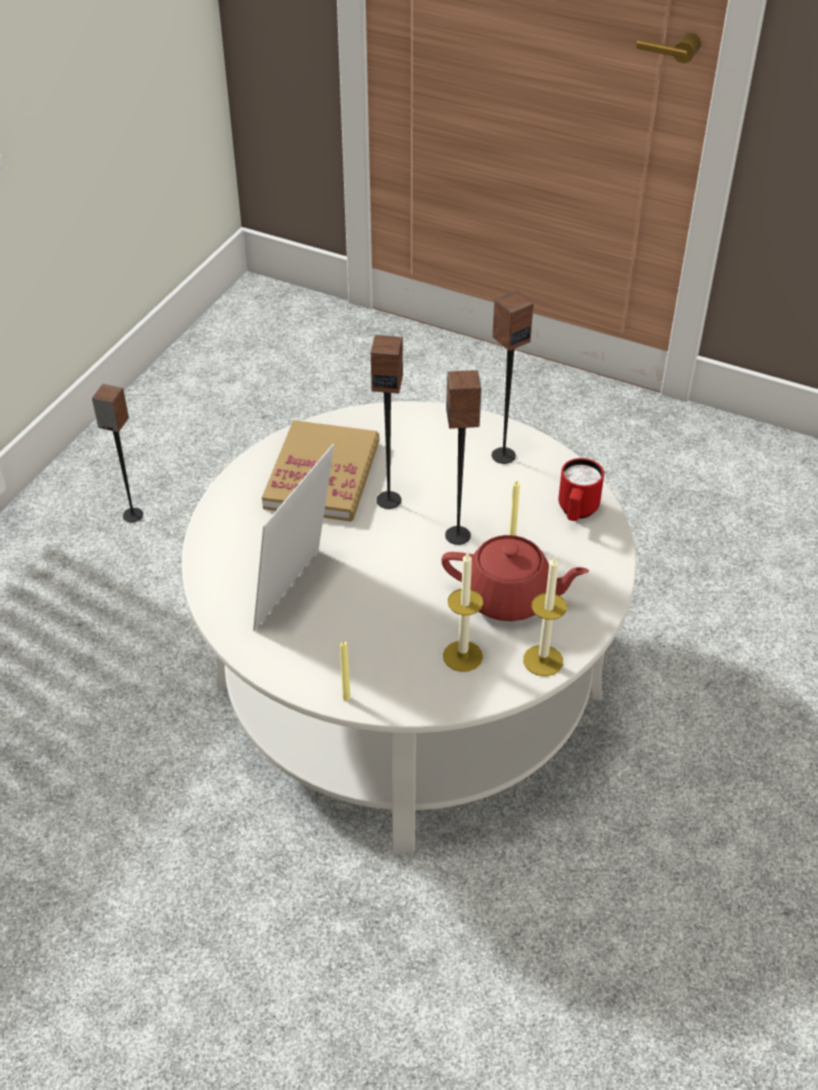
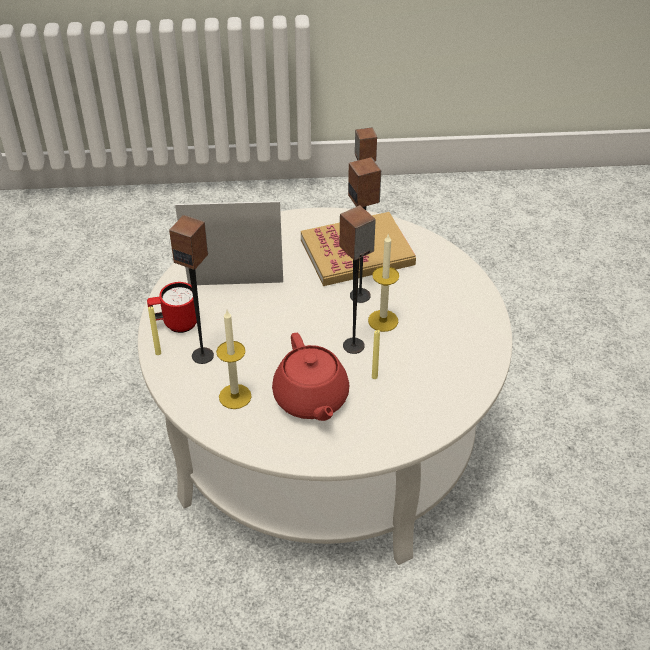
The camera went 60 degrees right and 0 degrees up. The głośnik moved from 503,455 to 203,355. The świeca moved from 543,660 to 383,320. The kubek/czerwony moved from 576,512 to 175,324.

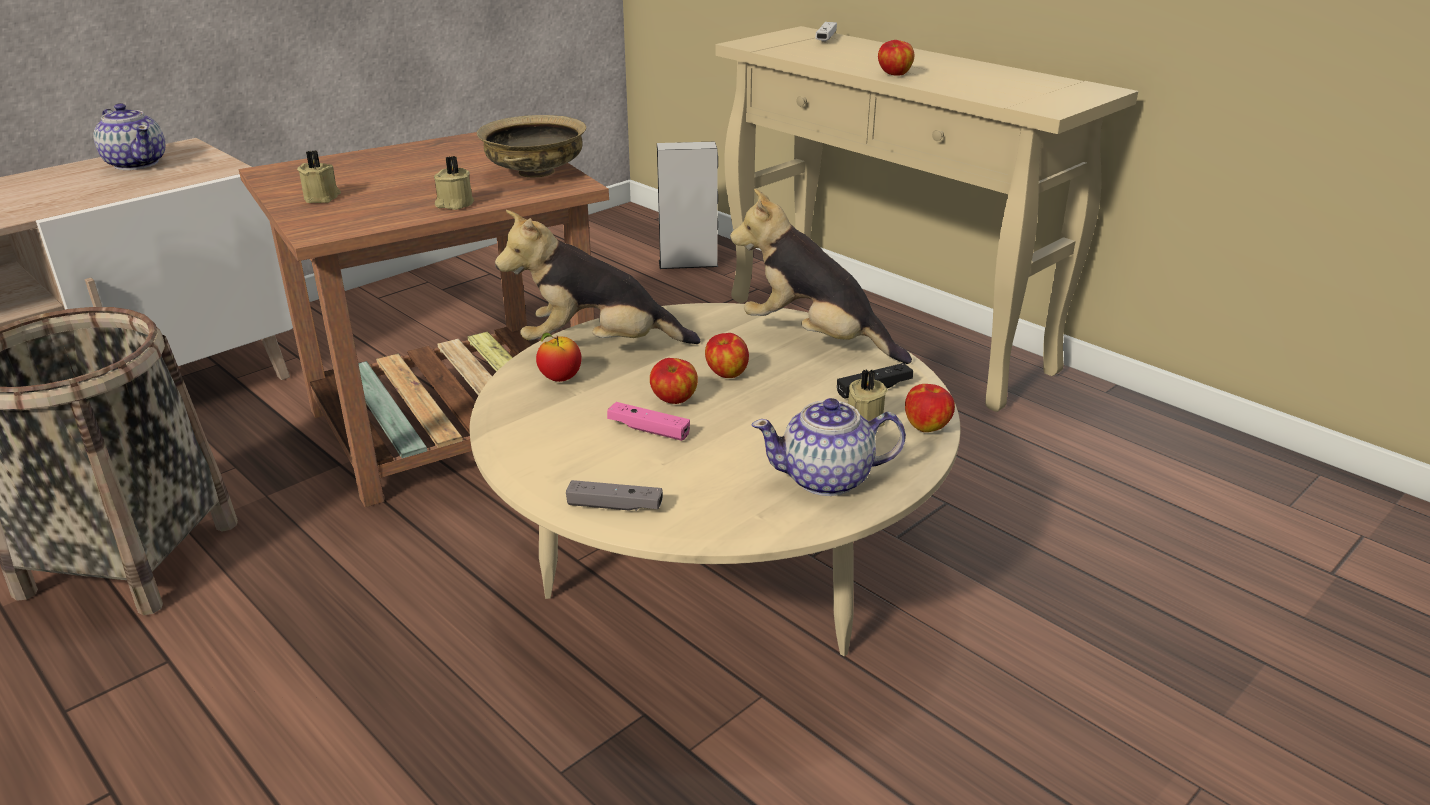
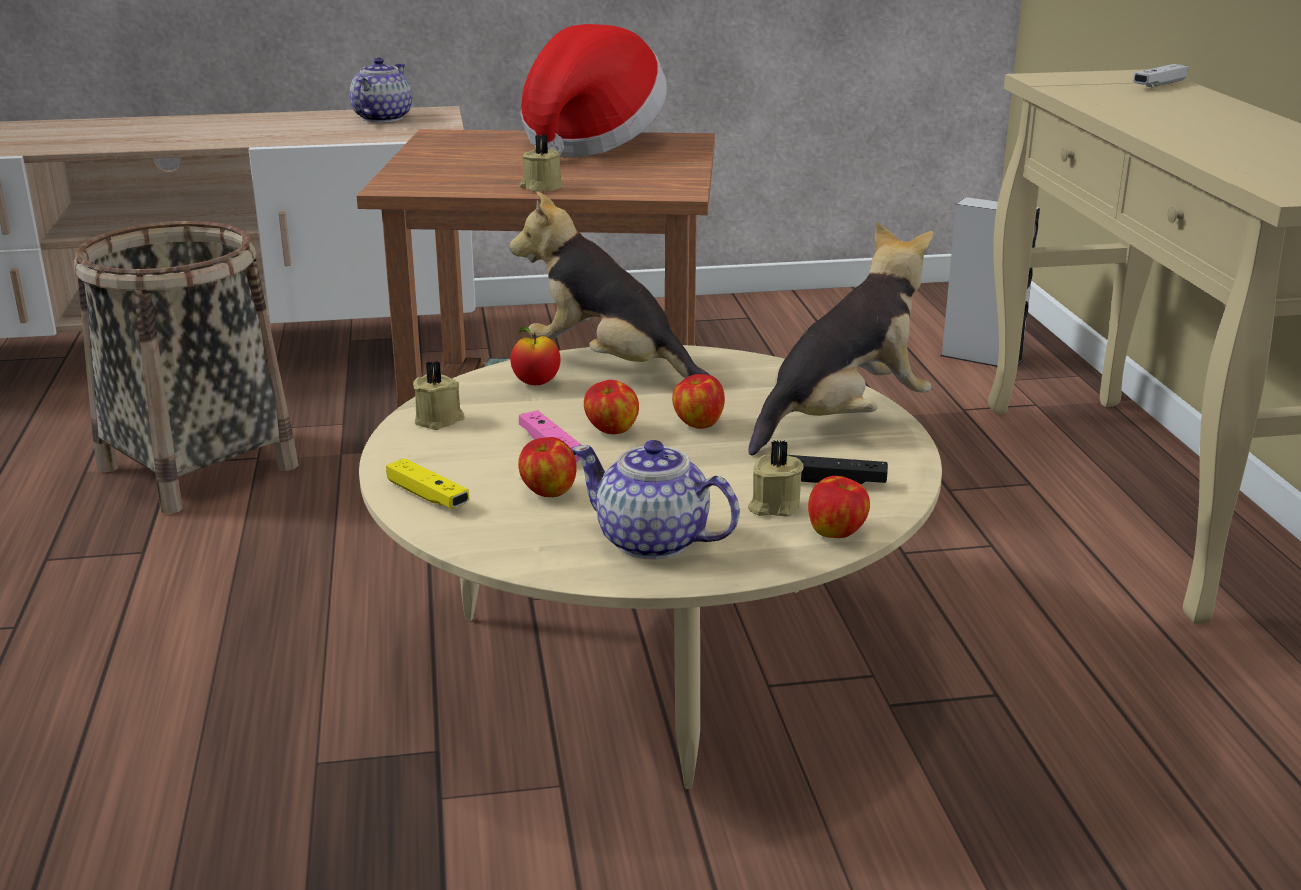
The camera went 35 degrees right and 5 degrees down. The miska/beżowy at 535,172 disappeared. The kapelusz at 590,144 appeared. The świeca/beżowy moved from 322,197 to 440,420. The jabłko moved from 894,74 to 548,492. The pad do gier/szary at 615,506 became the pad do gier/żółty at 428,496. The imbryk at 136,163 turned 150 degrees counterclockwise. The pluszak at 815,339 turned 75 degrees clockwise.

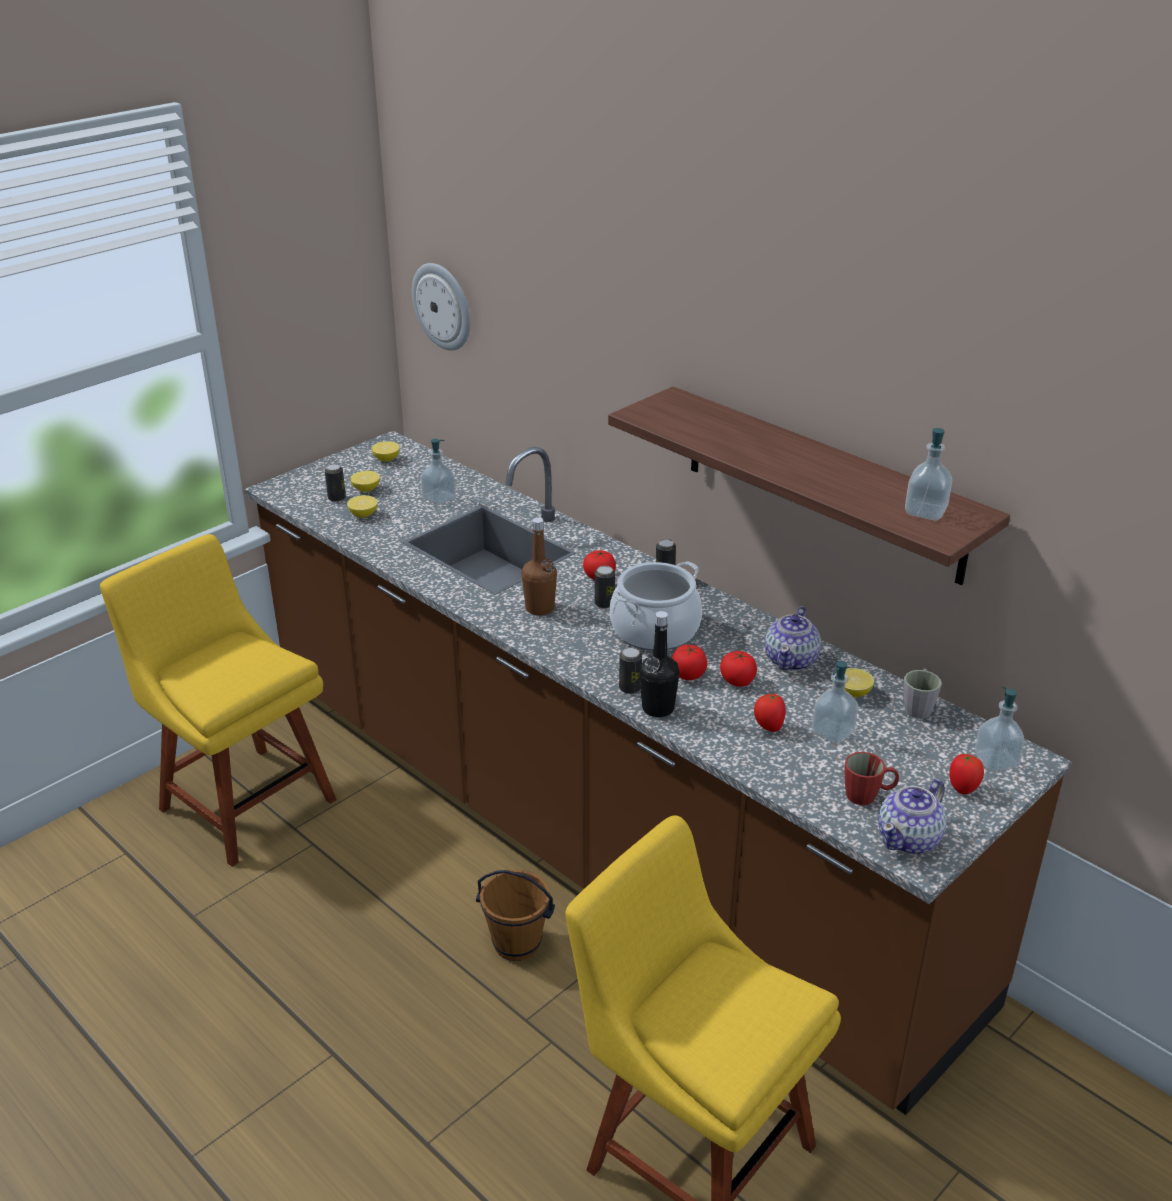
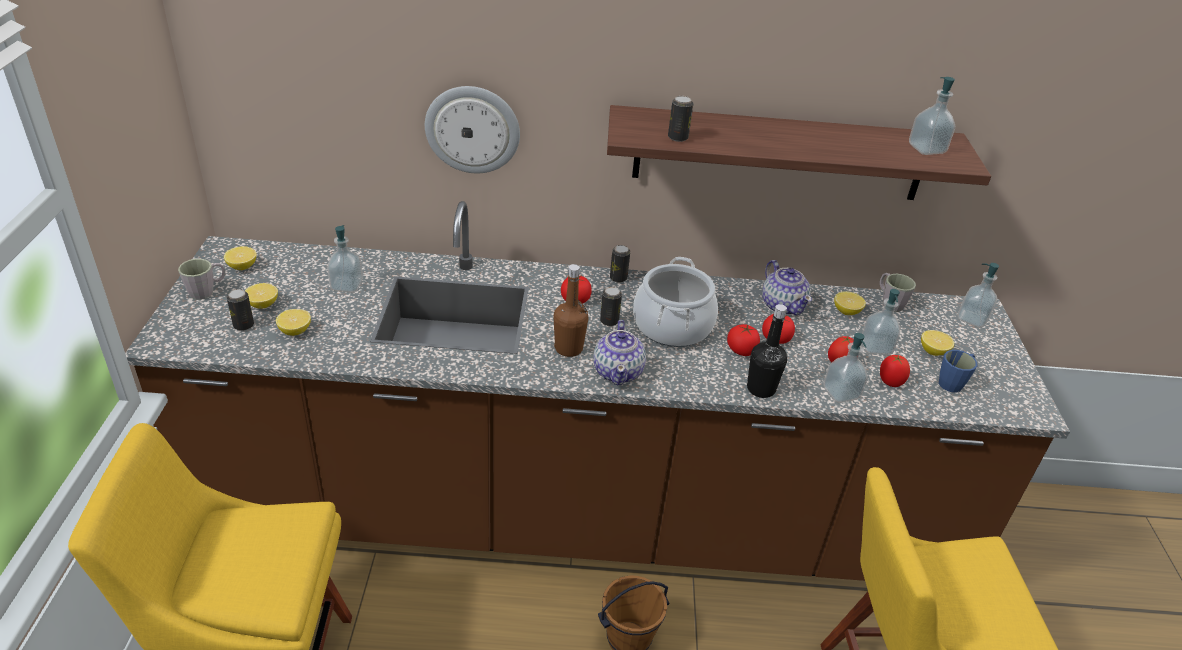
The camera went 45 degrees left and 5 degrees up. The kubek/szary at 207,291 appeared. The dozownik mydła at 841,393 appeared. The cytryna at 933,351 appeared. The zegar ścienny moved from 443,306 to 472,129. The puszka moved from 630,688 to 678,137. The imbryk moved from 910,839 to 618,372. The pomidor moved from 963,788 to 890,382. The kubek/czerwony at 868,796 became the kubek/niebieski at 953,382.

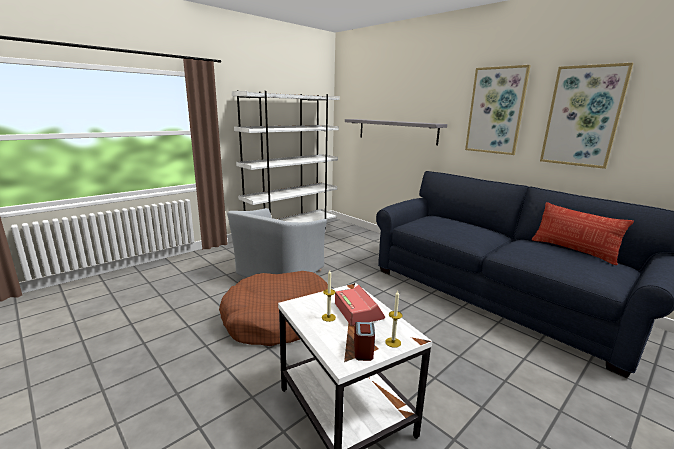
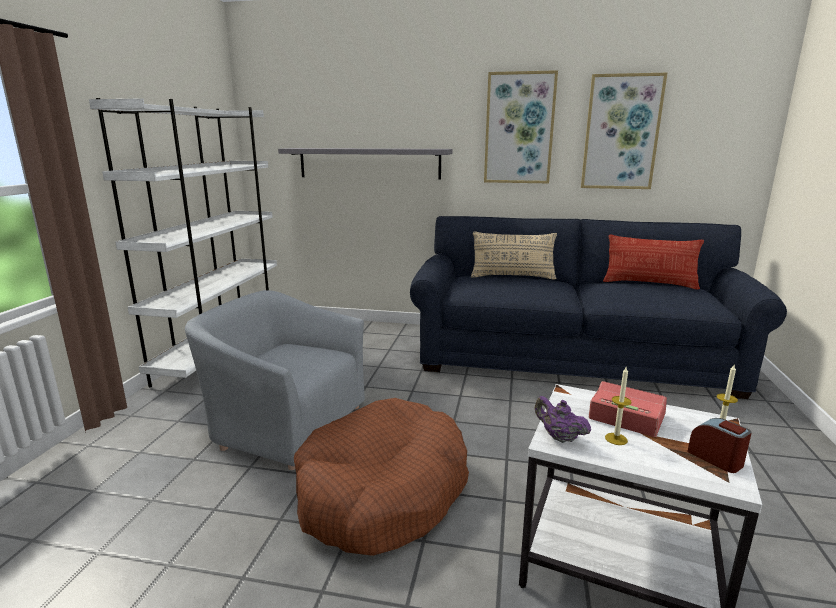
The camera went 35 degrees left and 0 degrees up. The poduszka/beżowy at 512,277 appeared. The imbryk/fioletowy at 559,437 appeared. The fotel/szary at 277,273 turned 120 degrees clockwise.

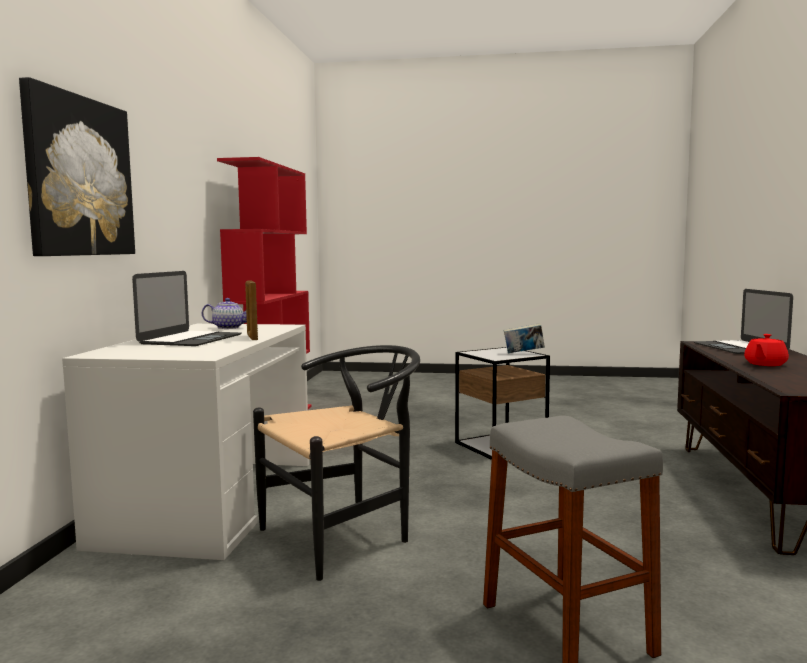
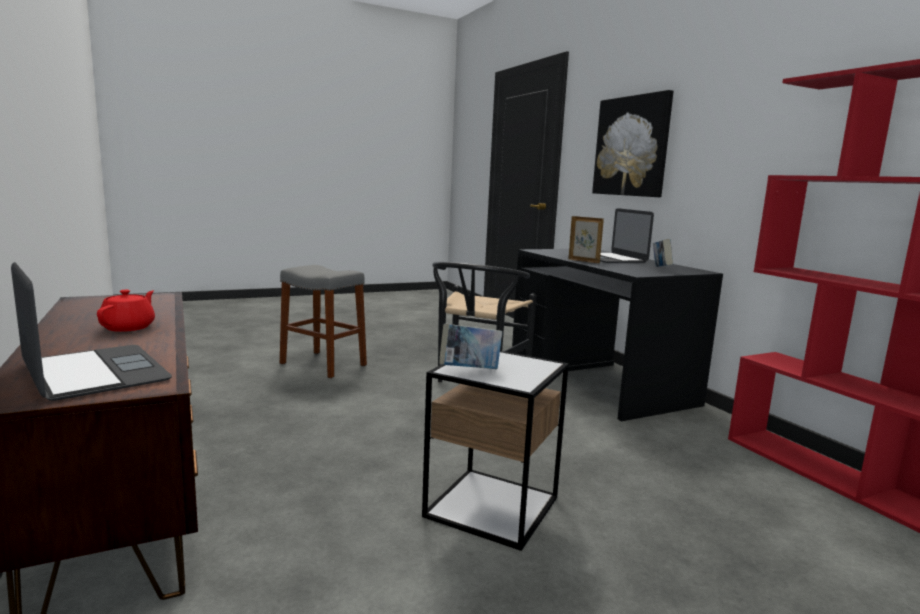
The camera went 145 degrees right and 5 degrees up. The imbryk at 229,327 was replaced by the książka at 660,269. The biurko/biały at 211,500 became the biurko/czarny at 598,380.

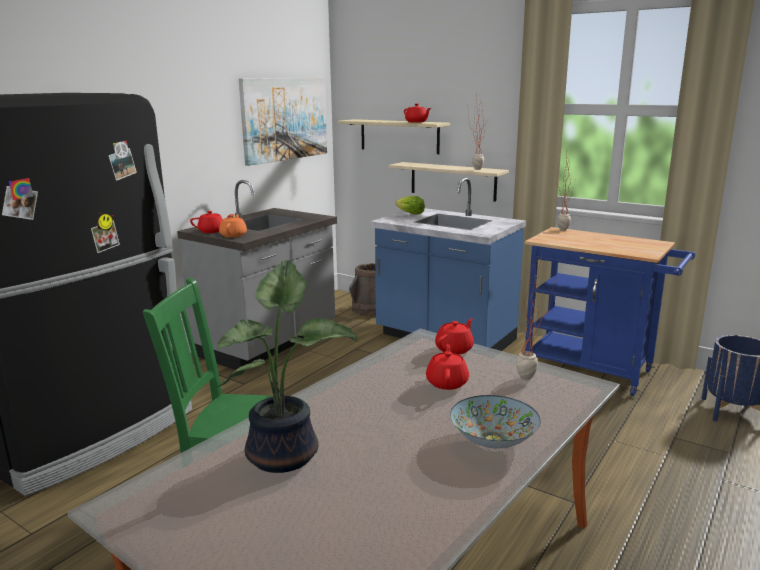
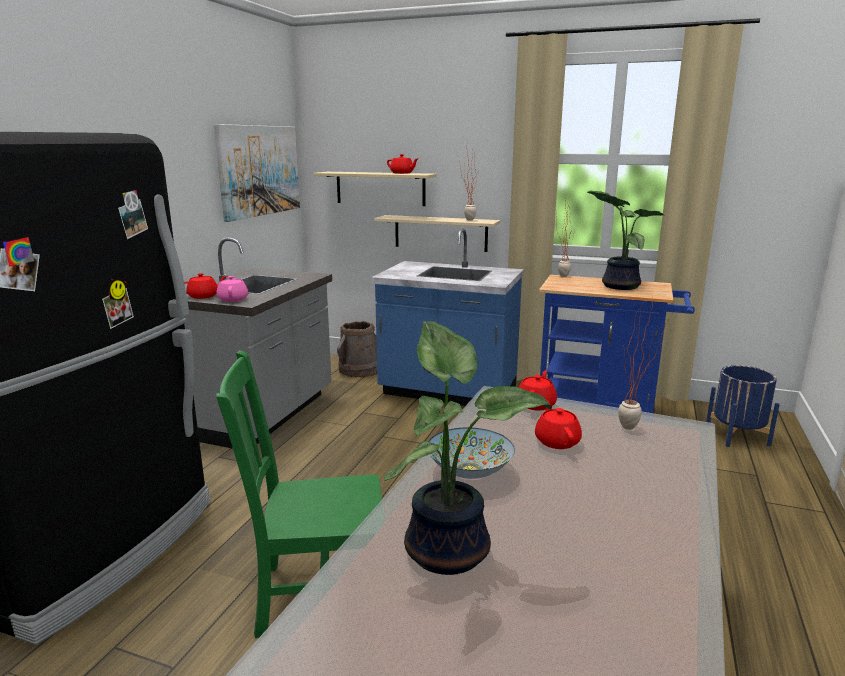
The camera went 15 degrees left and 0 degrees up. The sałata at 410,213 disappeared. The roślina doniczkowa at 618,286 appeared. The miska moved from 493,440 to 469,471. The imbryk/pomarańczowy at 233,235 became the imbryk/różowy at 233,299.

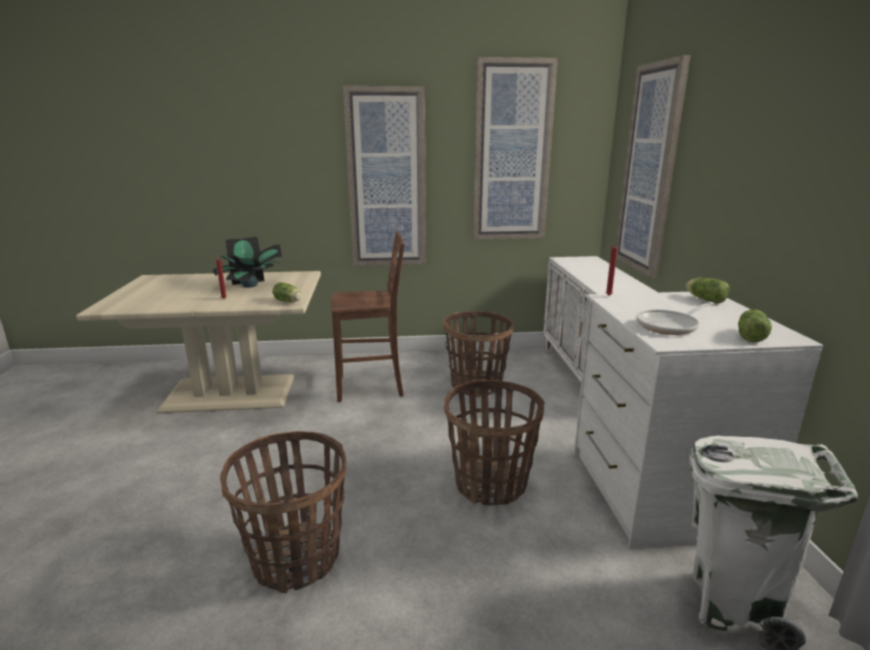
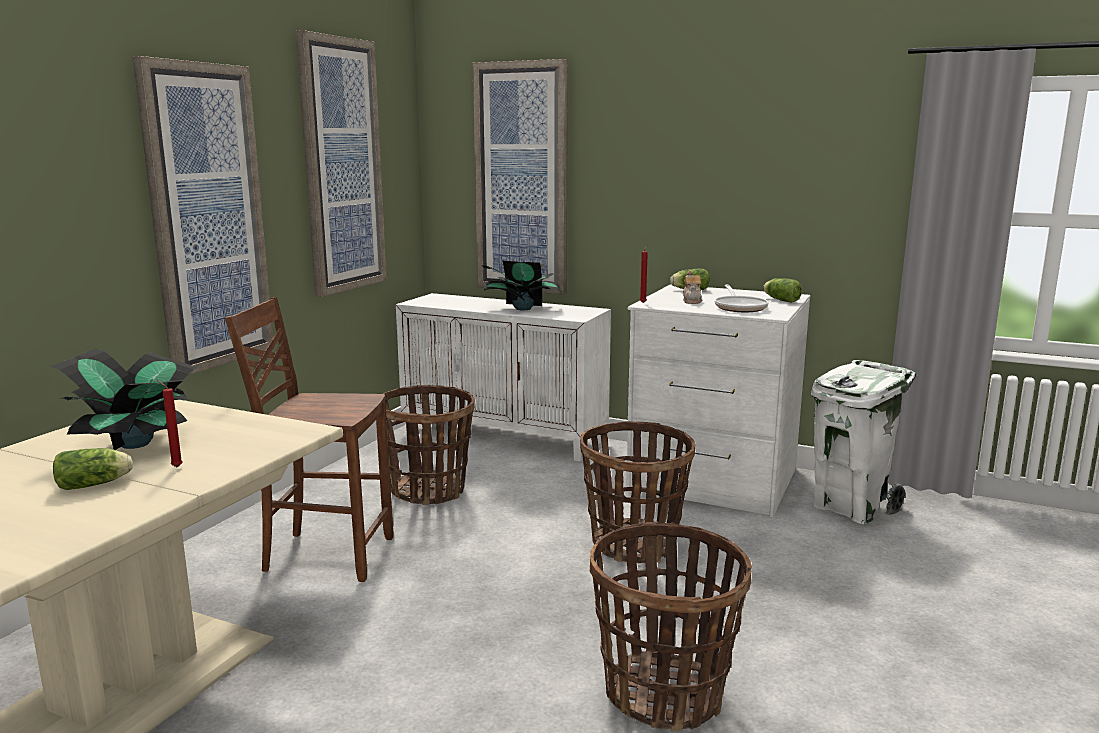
The camera went 60 degrees left and 5 degrees down. The roślina doniczkowa at 522,308 appeared. The imbryk at 692,301 appeared. The sałata moved from 289,301 to 96,484. The krzesło/brązowy at 371,387 turned 105 degrees counterclockwise.

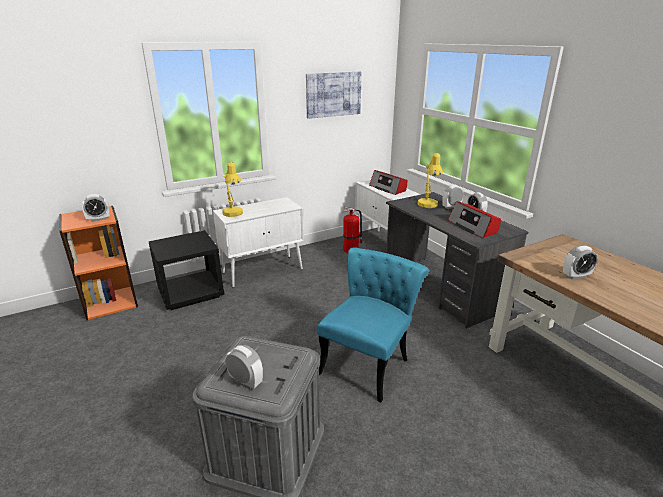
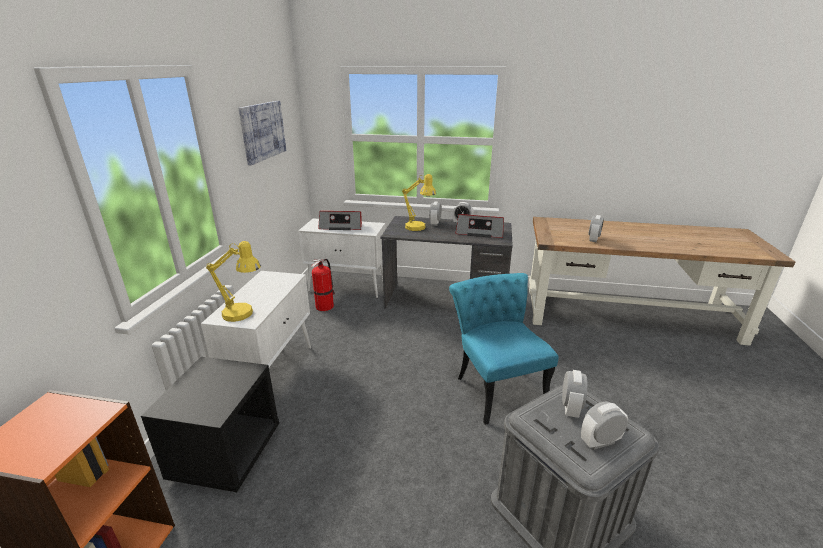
The camera went 50 degrees left and 0 degrees up. The budzik moved from 98,219 to 570,408.

